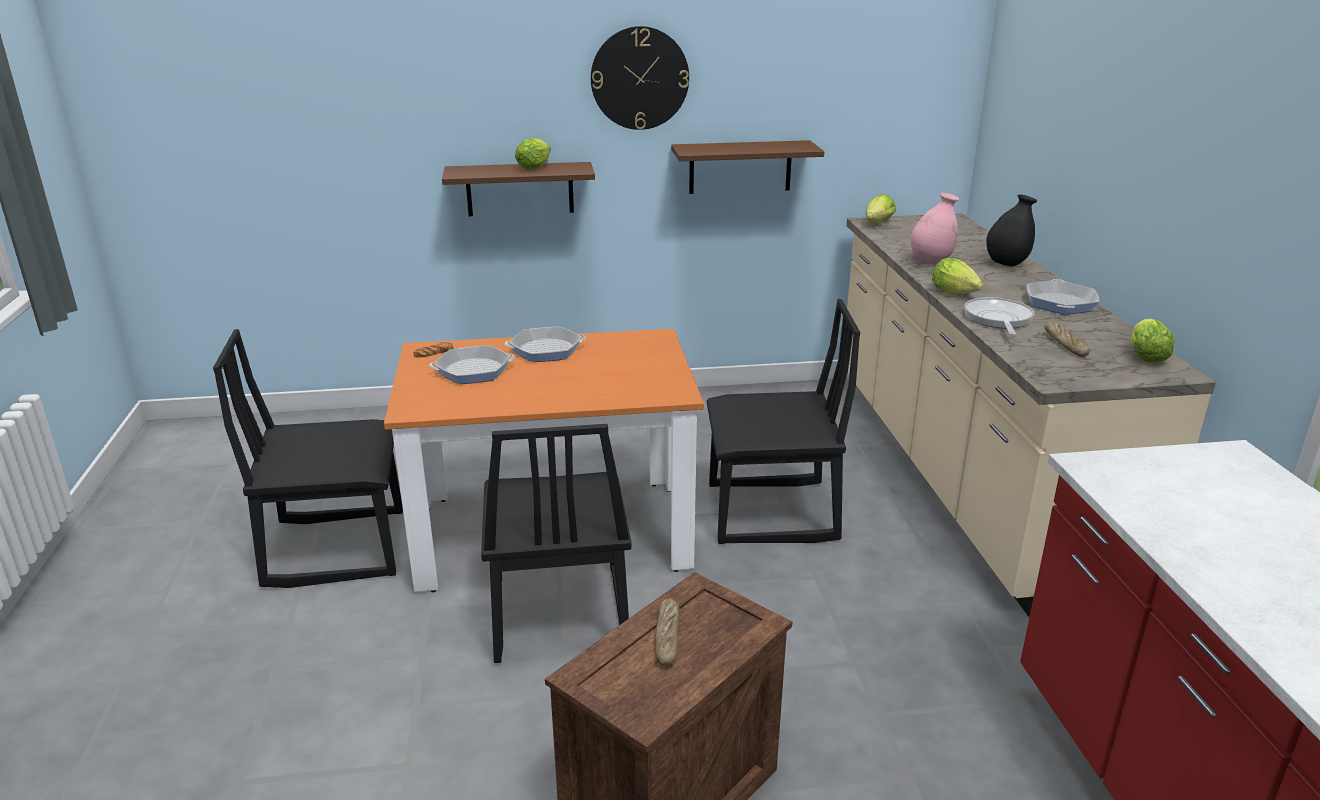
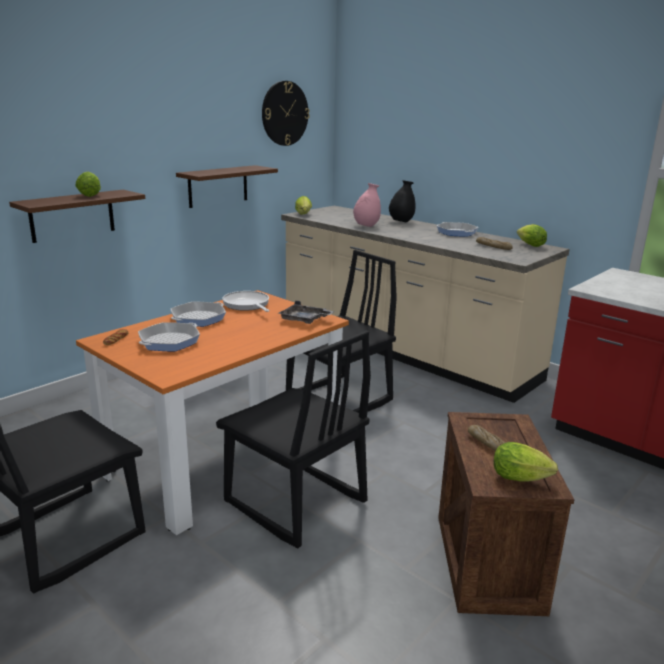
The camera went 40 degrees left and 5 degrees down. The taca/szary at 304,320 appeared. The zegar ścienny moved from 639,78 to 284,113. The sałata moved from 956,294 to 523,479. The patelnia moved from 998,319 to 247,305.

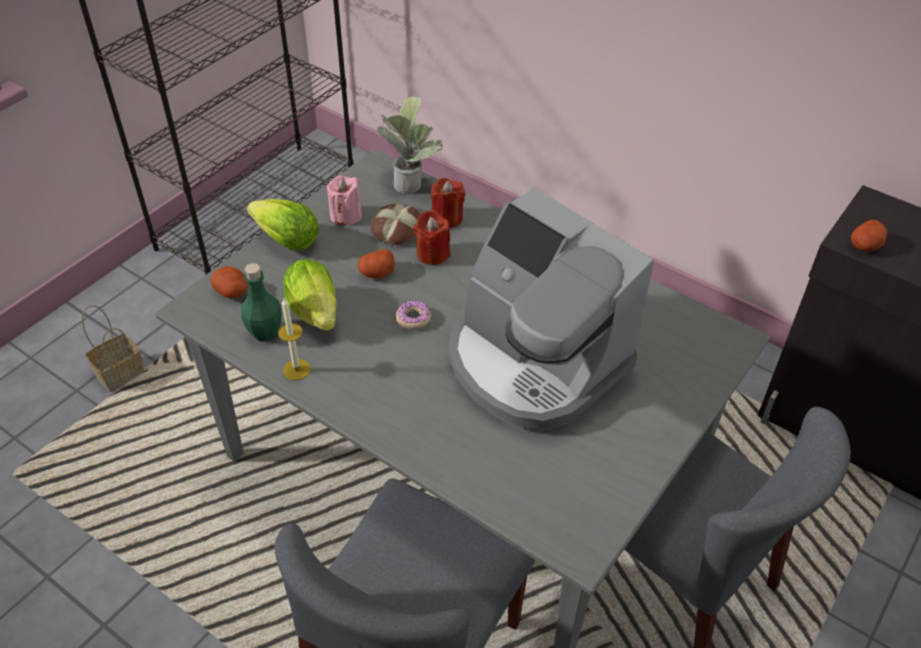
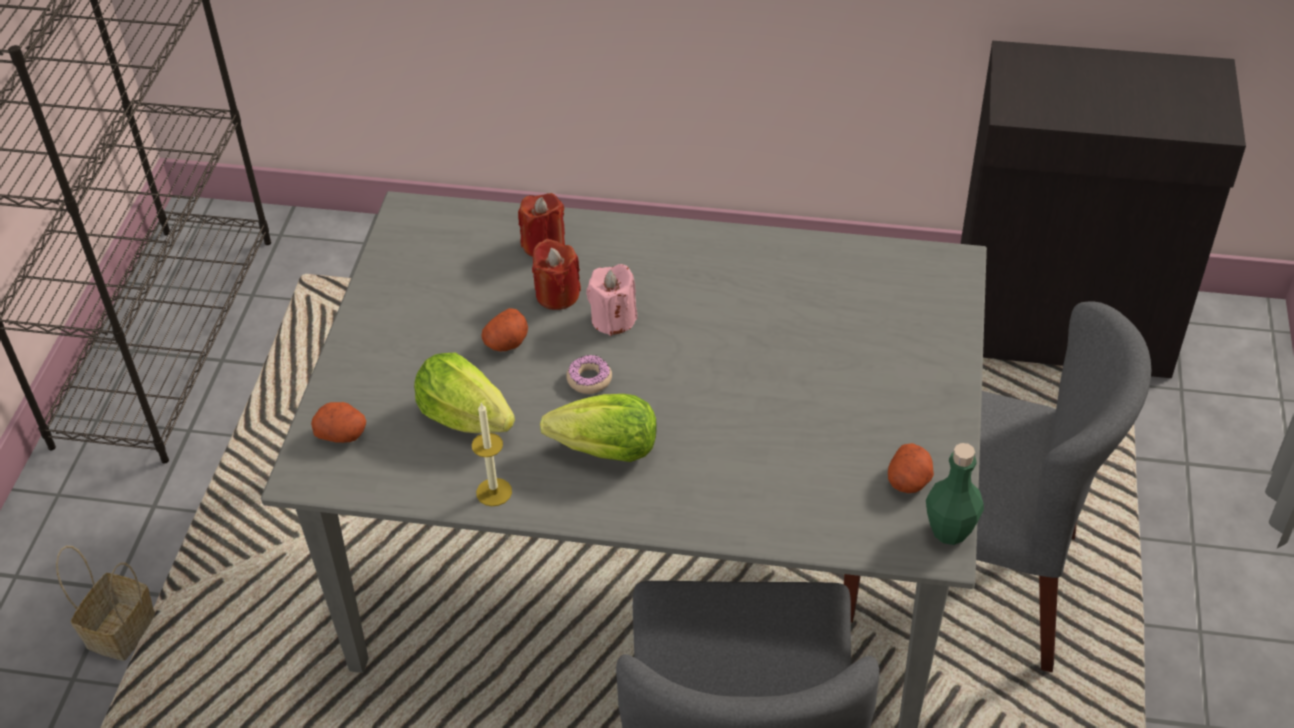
The camera went 25 degrees left and 0 degrees up. The chleb at 395,229 disappeared. The roślina doniczkowa at 410,181 disappeared. The ekspres do kawy at 534,362 disappeared. The butelka/zielony moved from 265,332 to 949,531. The sałata moved from 287,241 to 607,451. The świeca/różowy moved from 345,215 to 613,319. The ziemniak moved from 865,246 to 909,481.

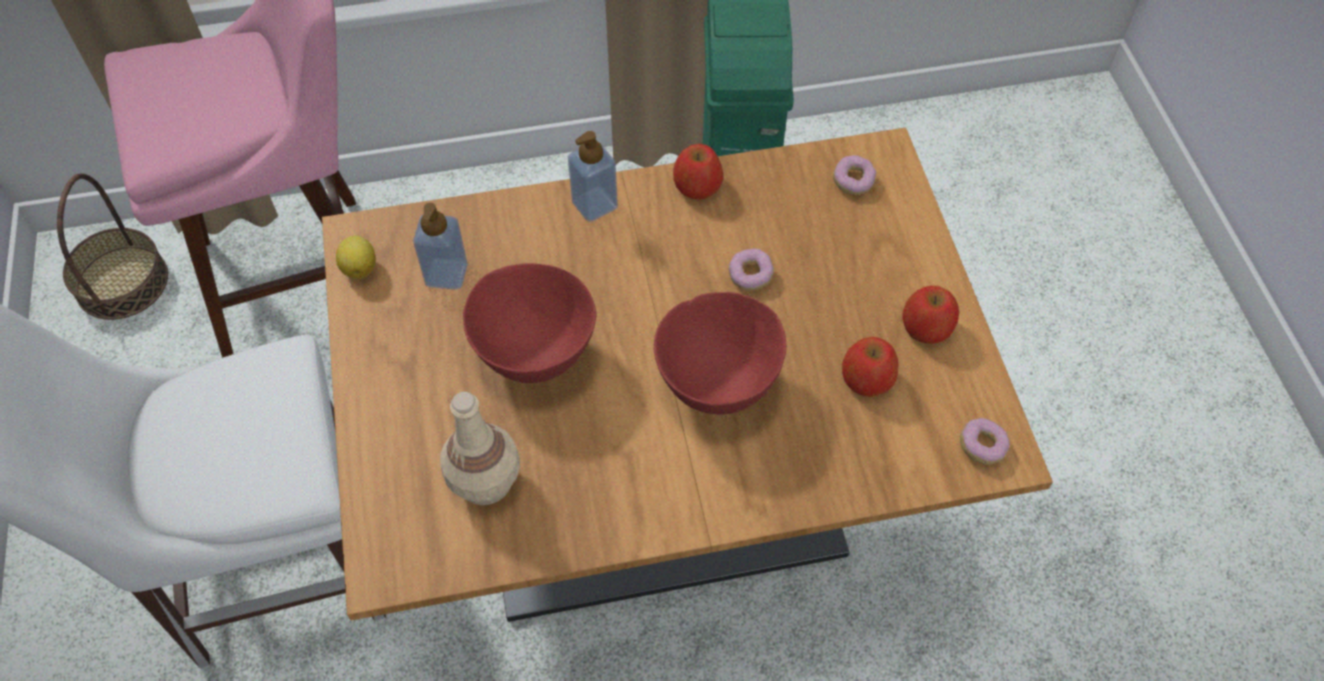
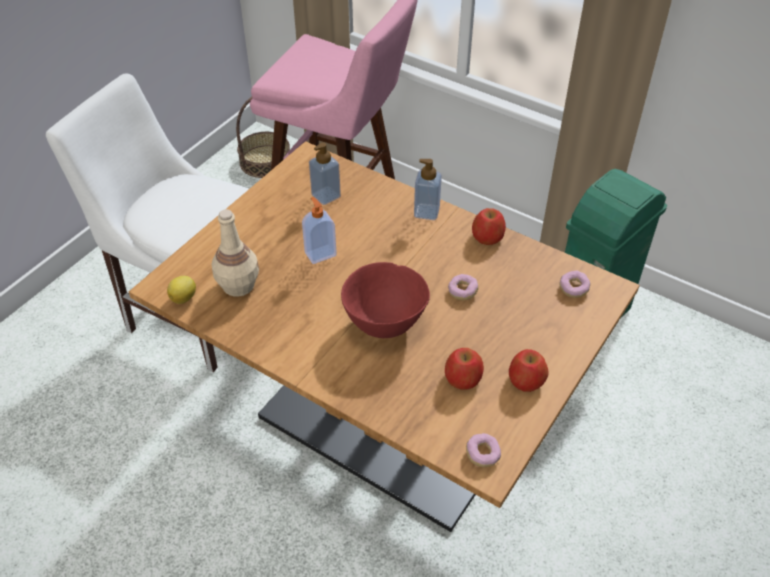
The camera went 45 degrees right and 10 degrees down. The cytryna moved from 360,267 to 184,297. The miska/czerwony at 535,357 was replaced by the dozownik mydła at 320,253.

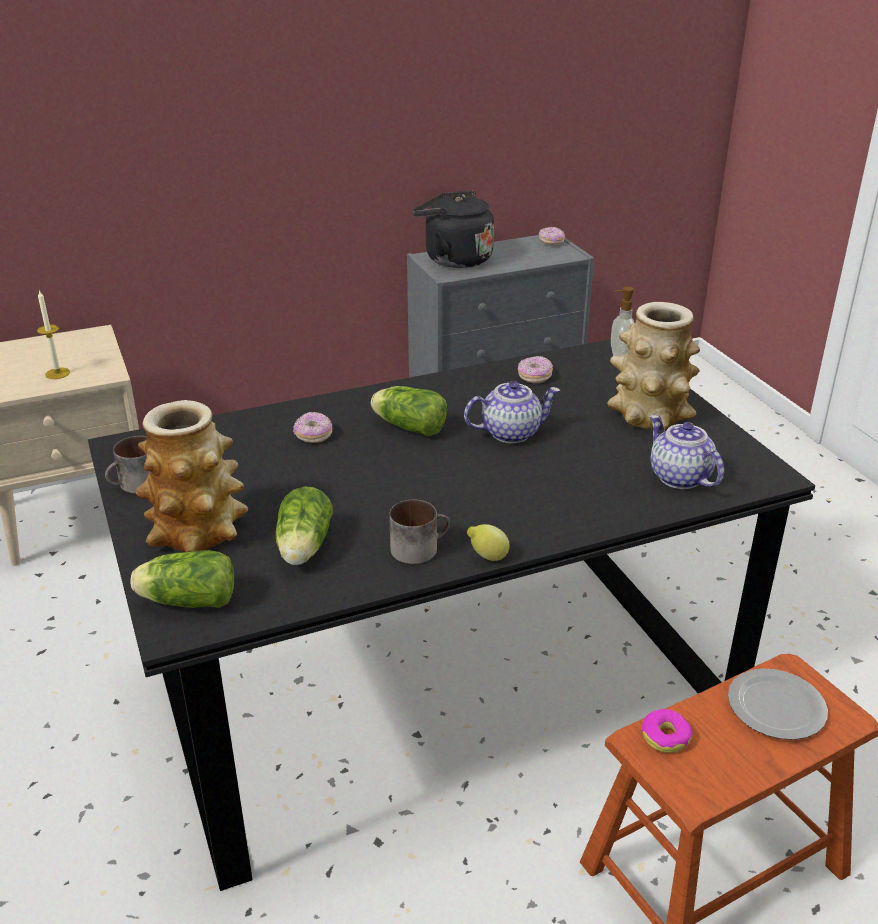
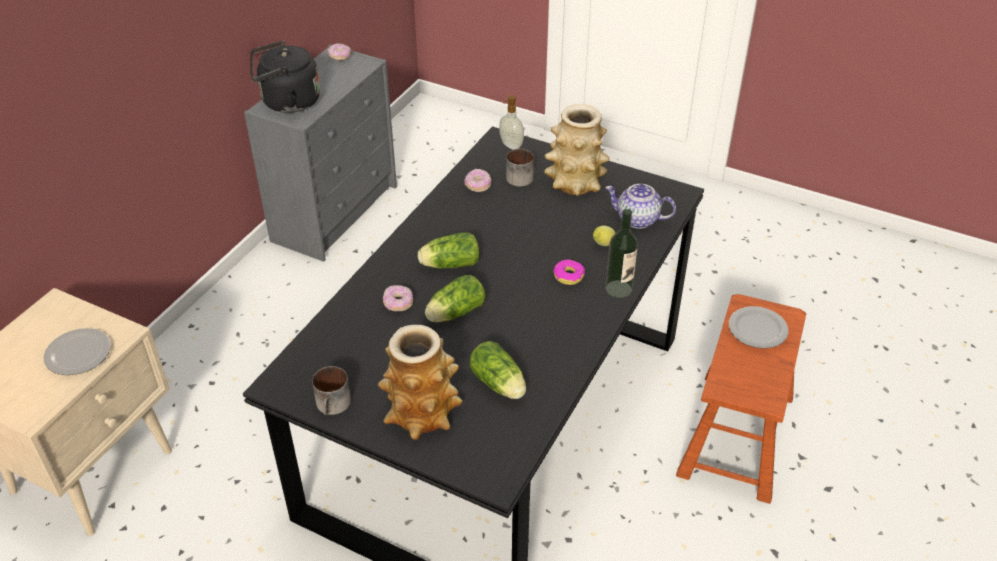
The camera went 40 degrees left and 10 degrees up. The imbryk at 511,432 disappeared. The butelka at 618,289 appeared. The sałata moved from 186,600 to 453,313. The kubek moved from 419,547 to 520,176. The cytryna moved from 487,557 to 602,245. The donut moved from 665,736 to 568,276. The świeca at 57,373 was replaced by the talerz at 77,354.

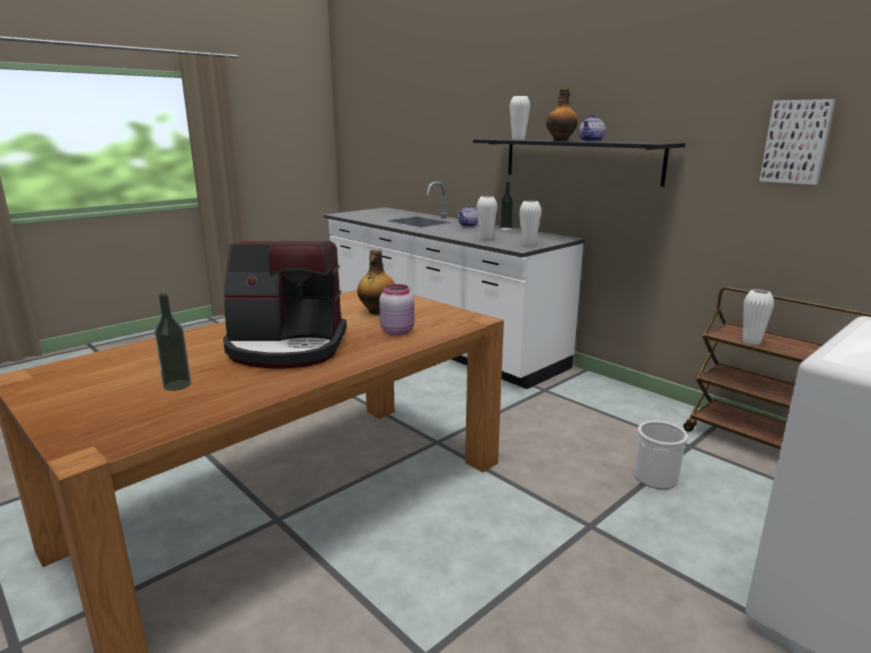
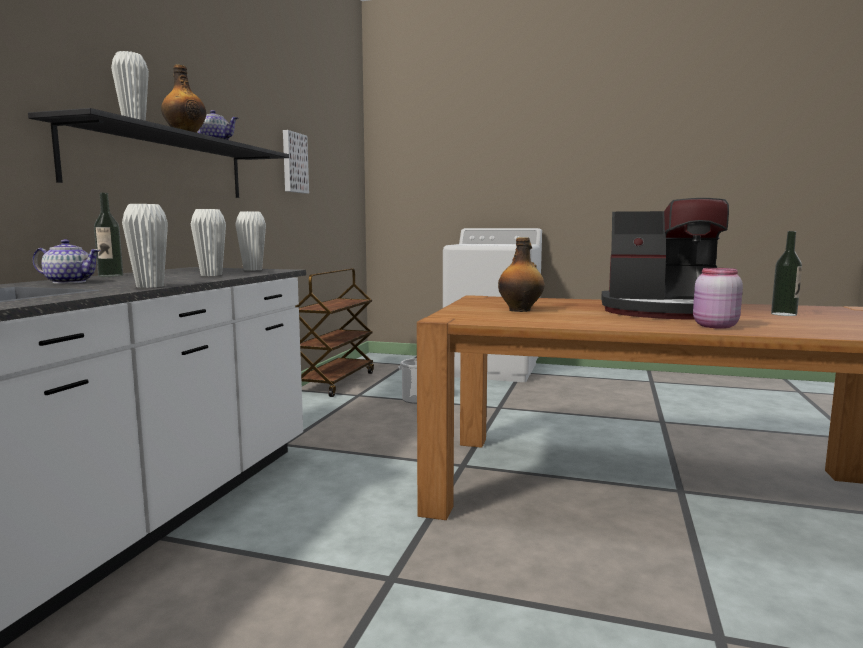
The camera went 120 degrees left and 10 degrees down. The słoik/różowy moved from 398,331 to 713,326. The wazon/biały moved from 751,342 to 150,286. The ekspres do kawy at 287,347 turned 135 degrees clockwise.

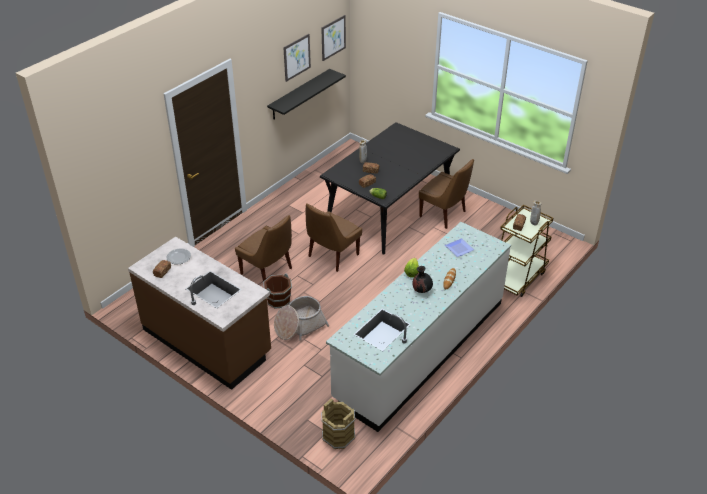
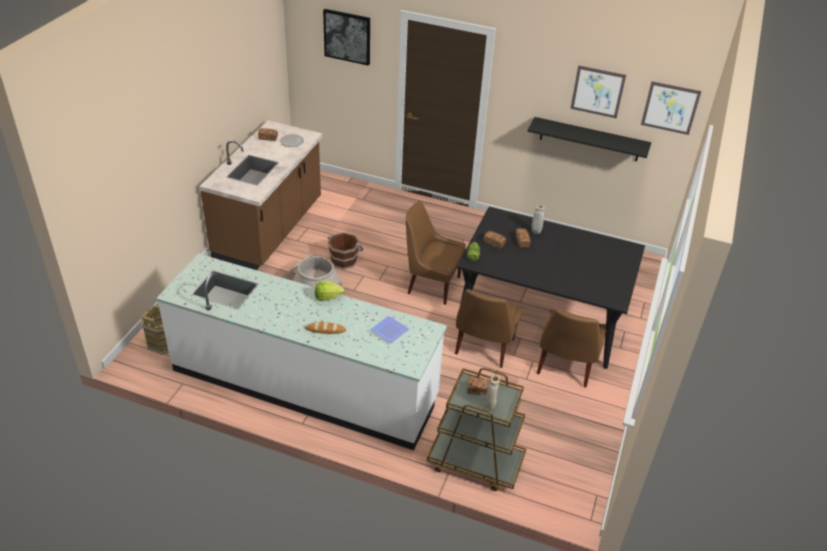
The camera went 70 degrees right and 0 degrees up. The wazon/czarny at 421,290 disappeared. The obraz at 347,36 appeared. The krzesło/brązowy moved from 268,272 to 483,348.

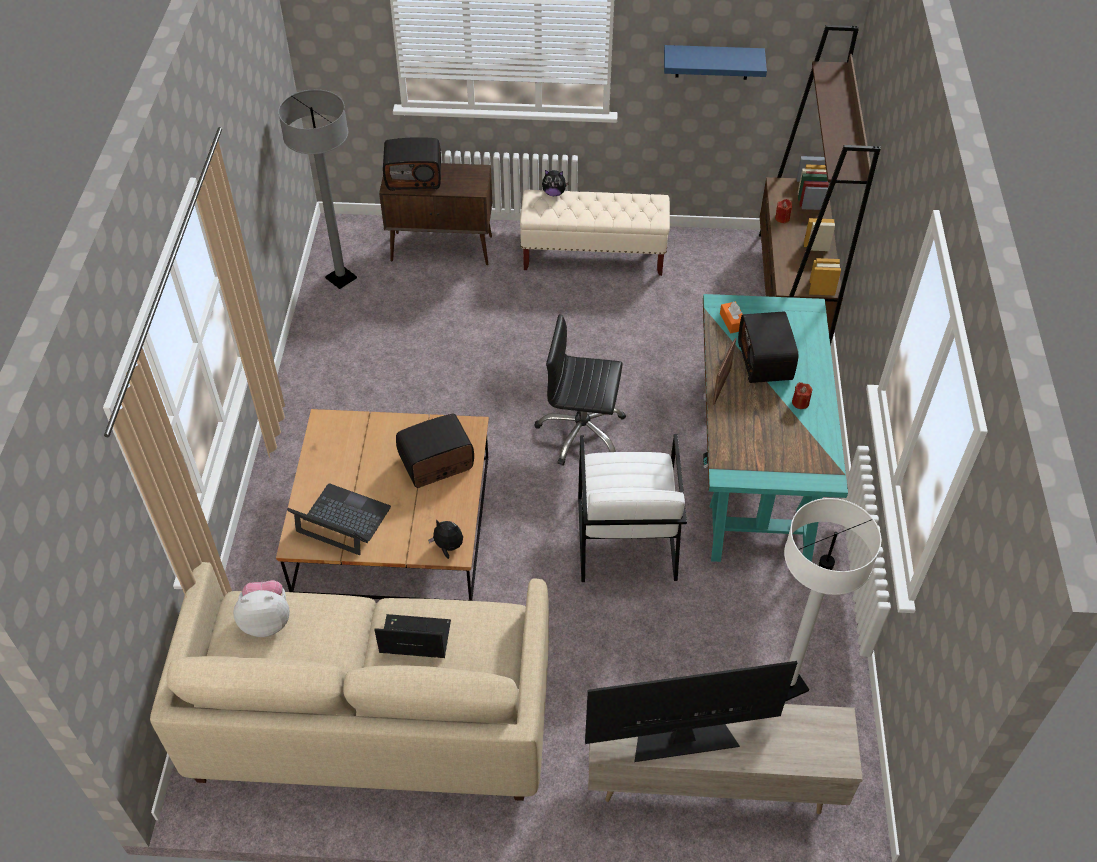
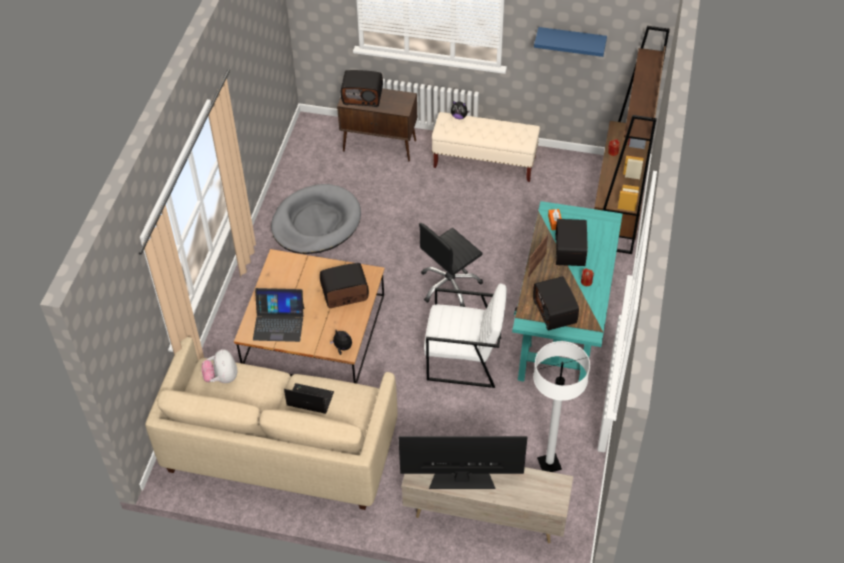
The camera went 10 degrees right and 0 degrees up. The lampa stojąca/szary at 341,278 disappeared. The legowisko/szary at 316,223 appeared. The radio at 555,312 appeared. The pluszak at 267,620 turned 105 degrees counterclockwise. The laptop at 342,520 turned 150 degrees clockwise. The krzesło biurowe/czarny at 581,432 turned 60 degrees counterclockwise. The fotel/biały at 625,538 turned 90 degrees counterclockwise.

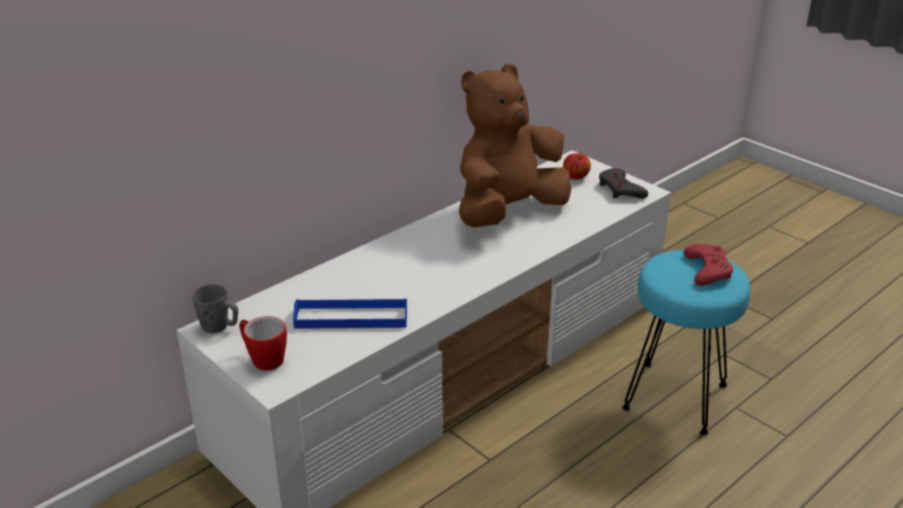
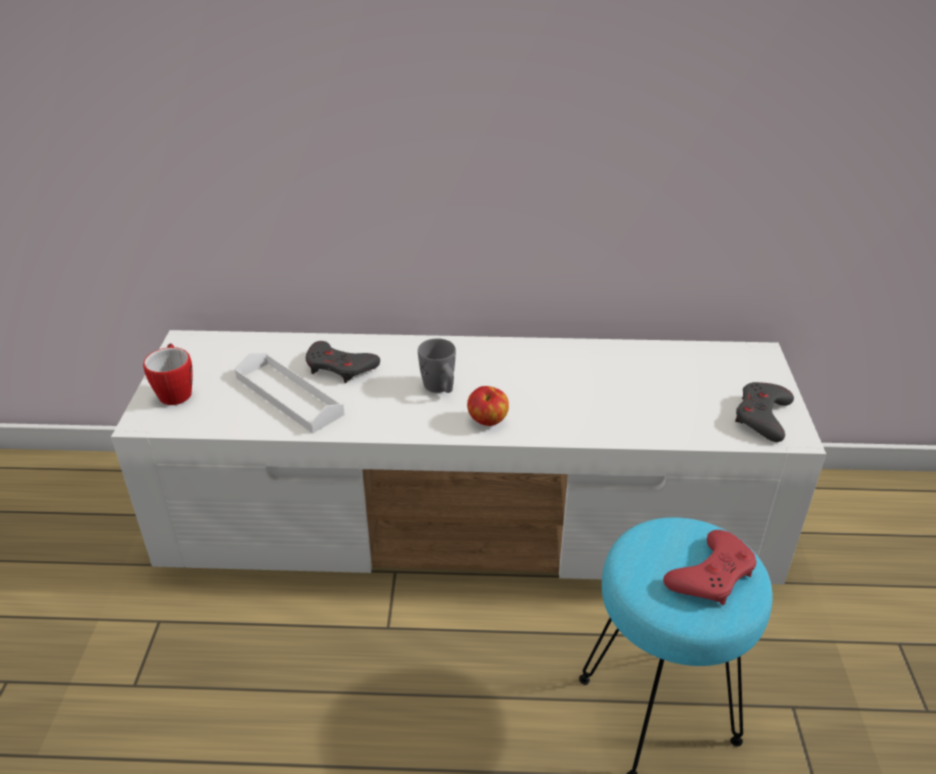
The camera went 45 degrees right and 5 degrees up. The pluszak/brązowy at 508,212 disappeared. The pad do gier/szary at 340,367 appeared. The kubek/szary moved from 220,327 to 440,388. The jabłko moved from 576,178 to 487,421. The taca/niebieski at 351,317 became the taca/biały at 289,396.

